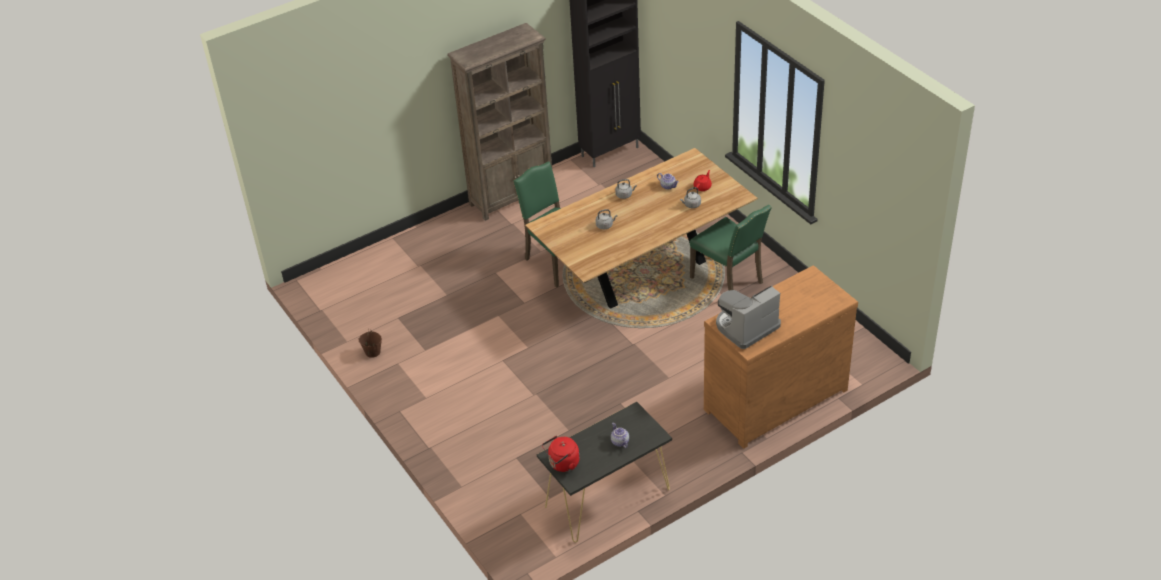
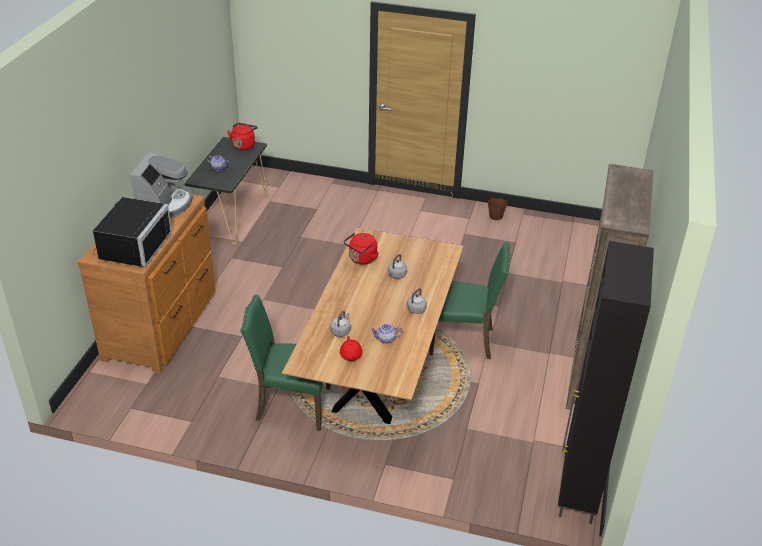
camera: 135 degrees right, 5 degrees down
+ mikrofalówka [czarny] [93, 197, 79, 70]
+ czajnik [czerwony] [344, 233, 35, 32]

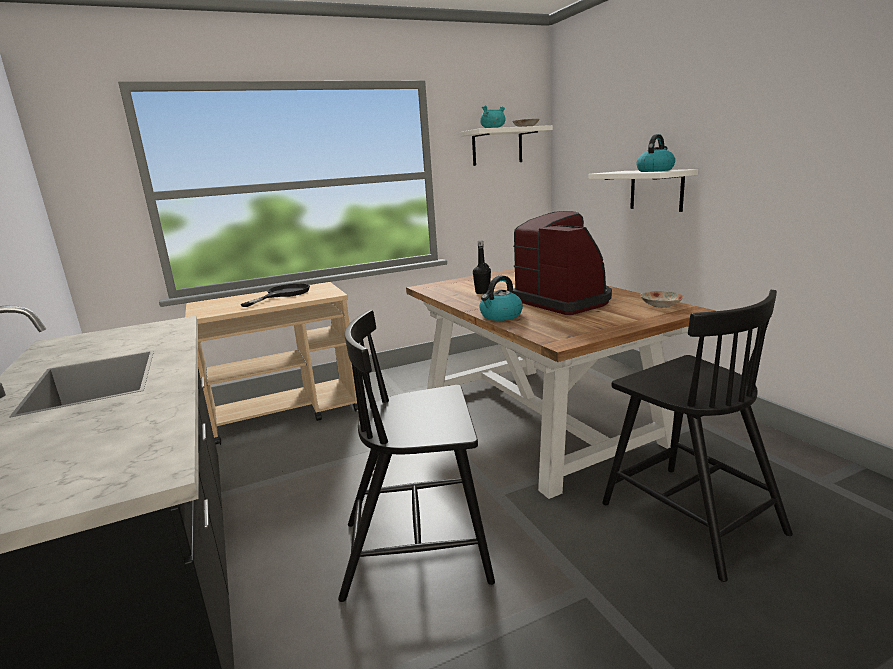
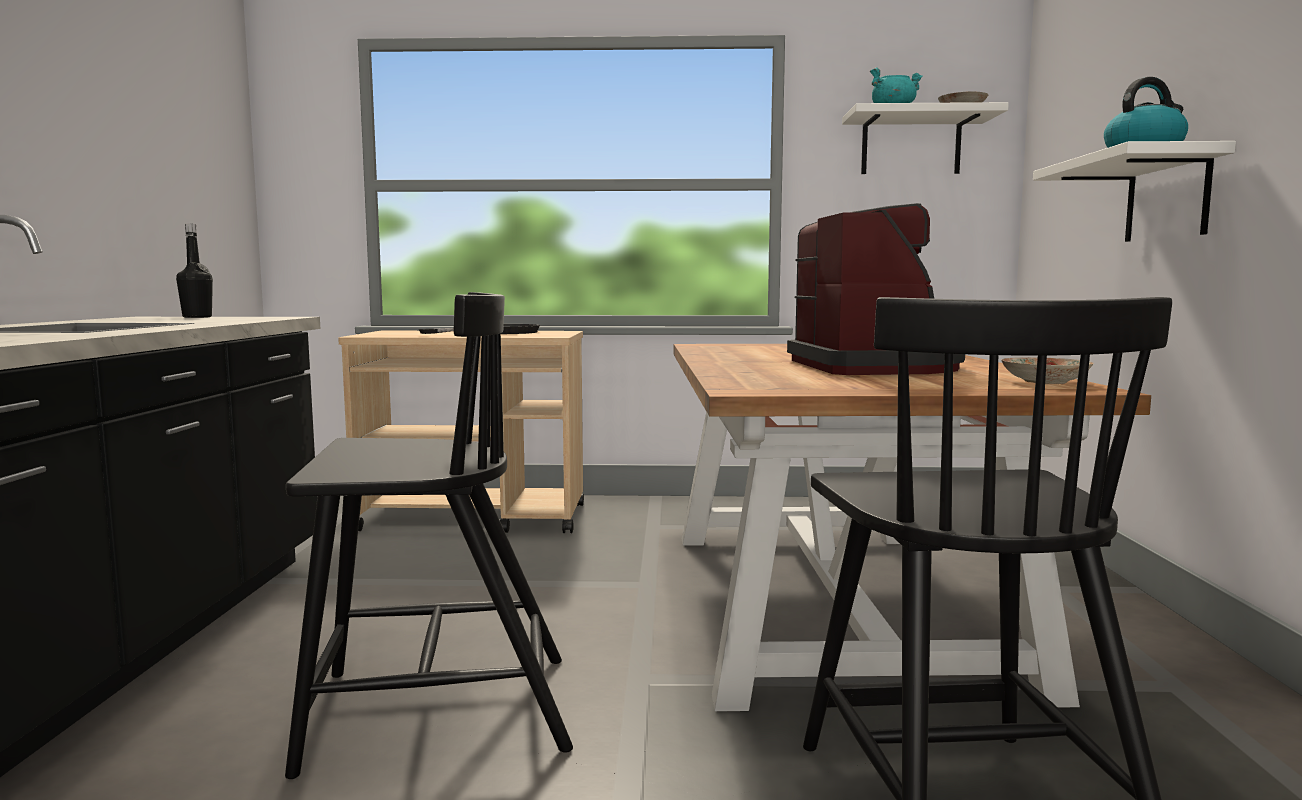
camera: 25 degrees right, 10 degrees down
~ butelka [czarny] [473, 241, 18, 53] to [176, 224, 37, 94]
- czajnik [480, 275, 43, 46]
~ krzesło [czarny] [338, 310, 157, 292] = [285, 292, 288, 487] 150 degrees clockwise

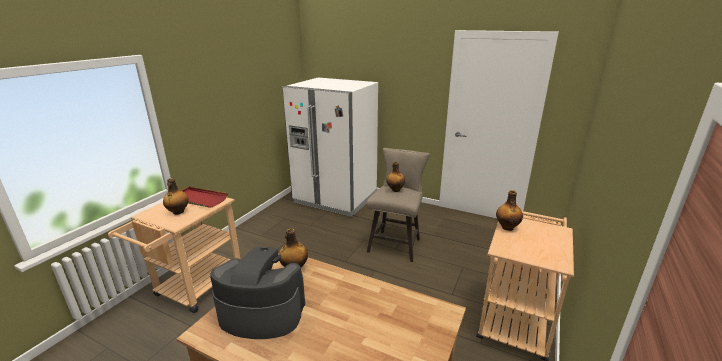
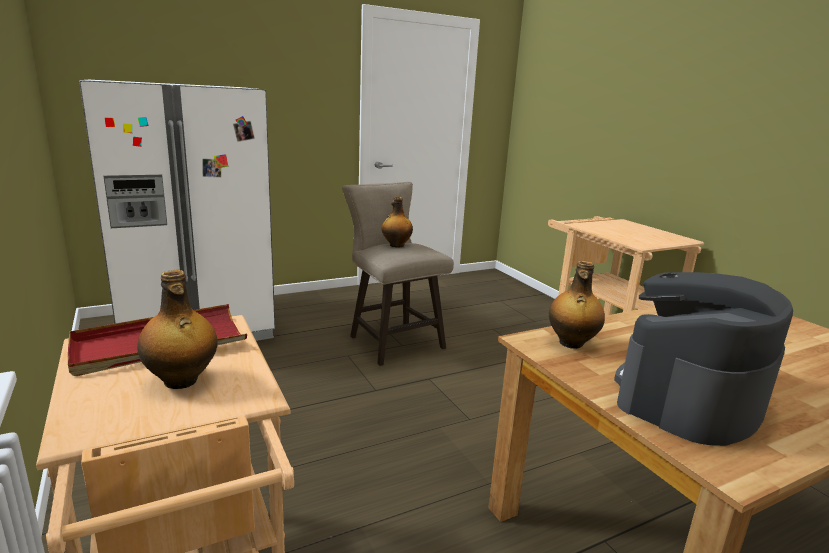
camera: 55 degrees left, 5 degrees down
- butelka [496, 190, 27, 41]

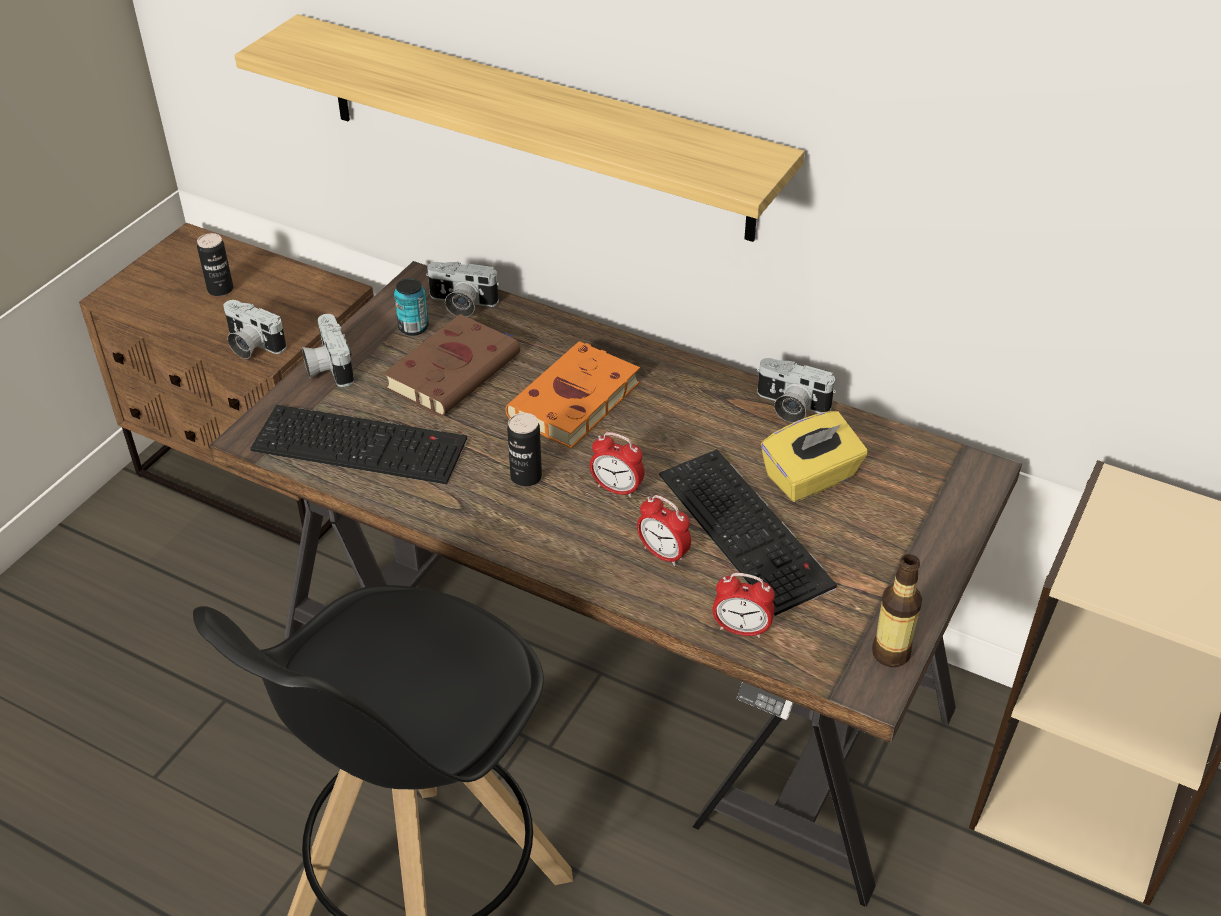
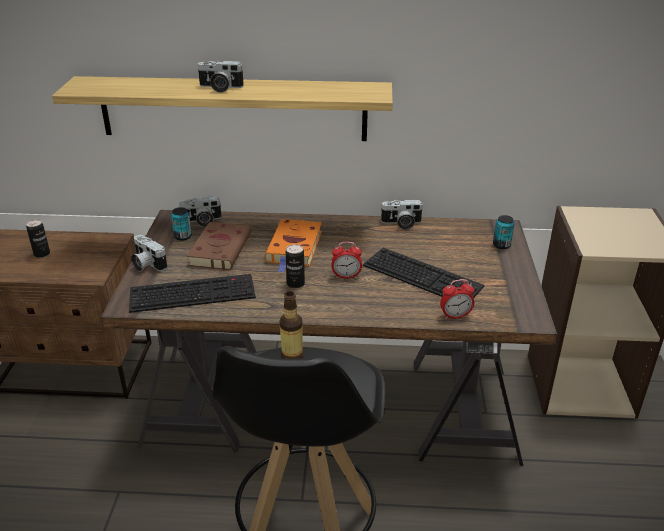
camera: 25 degrees left, 10 degrees down
~ aparat fotograficzny [223, 300, 64, 59] to [197, 61, 47, 32]
- pudełko chusteczek [żółty] [761, 411, 107, 91]
- budzik [637, 495, 54, 71]
~ butelka [872, 554, 50, 113] to [279, 292, 25, 67]
+ puszka [493, 215, 21, 34]

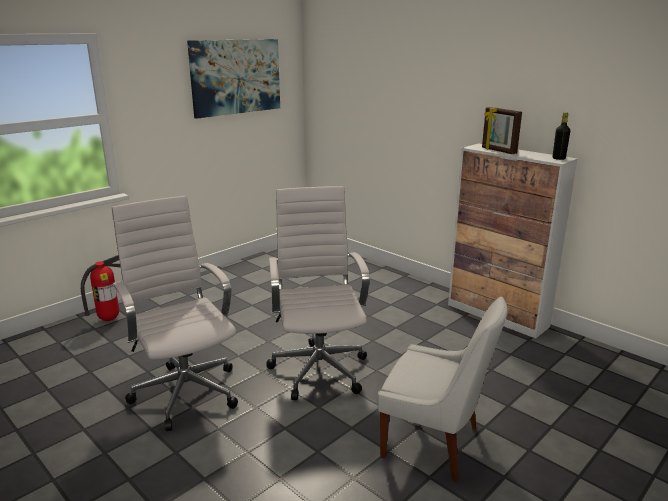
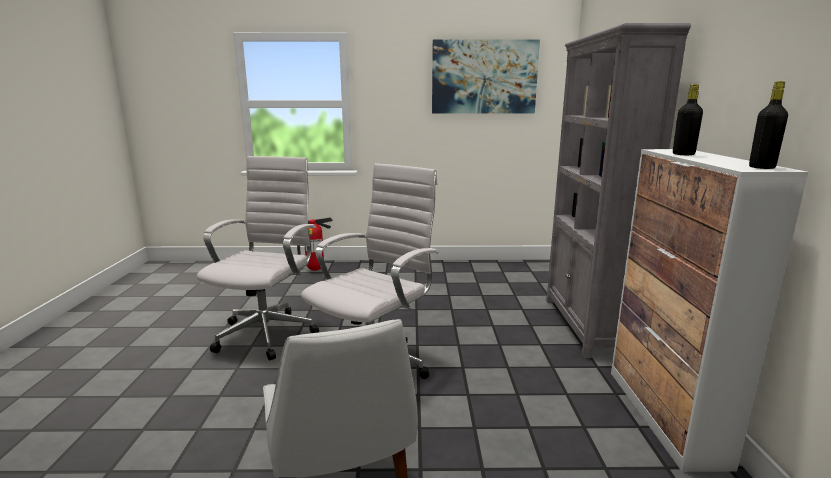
camera: 45 degrees right, 5 degrees down
~ ramka na zdjęcie [482, 107, 40, 47] to butelka [czarny] [673, 84, 30, 71]
+ regał [szary] [546, 23, 145, 335]

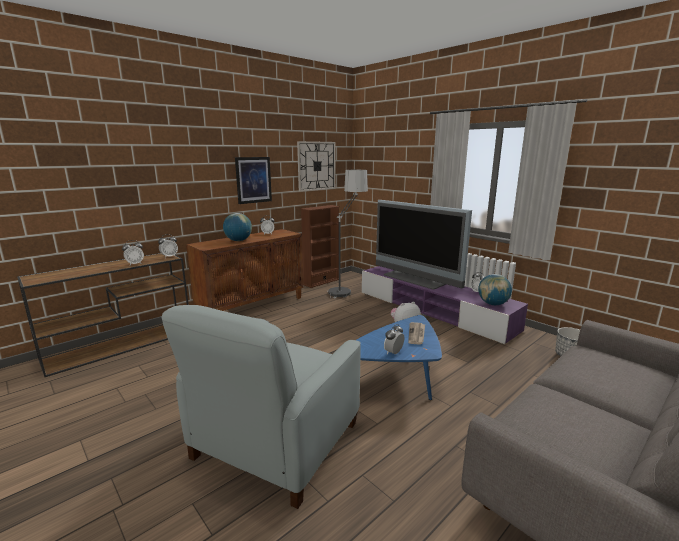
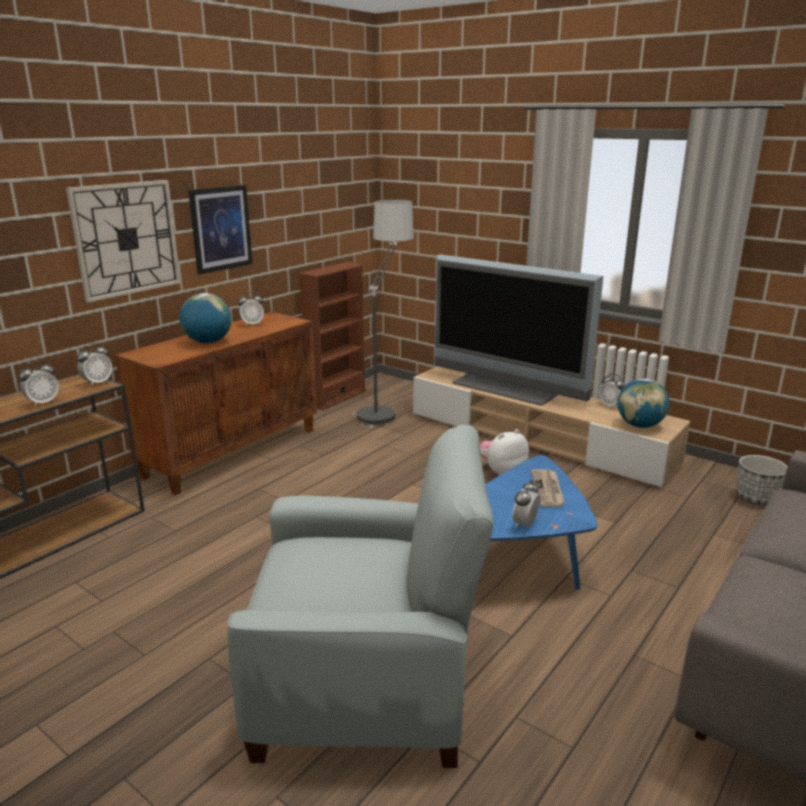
camera: 10 degrees left, 5 degrees up
~ zegar ścienny [297, 141, 39, 51] to [66, 180, 115, 122]
~ szafka pod telewizor [fioletowy] [362, 266, 166, 79] to szafka pod telewizor [beżowy] [413, 366, 278, 122]
~ fotel [szary] [161, 305, 200, 204] = [227, 425, 267, 343] 105 degrees counterclockwise

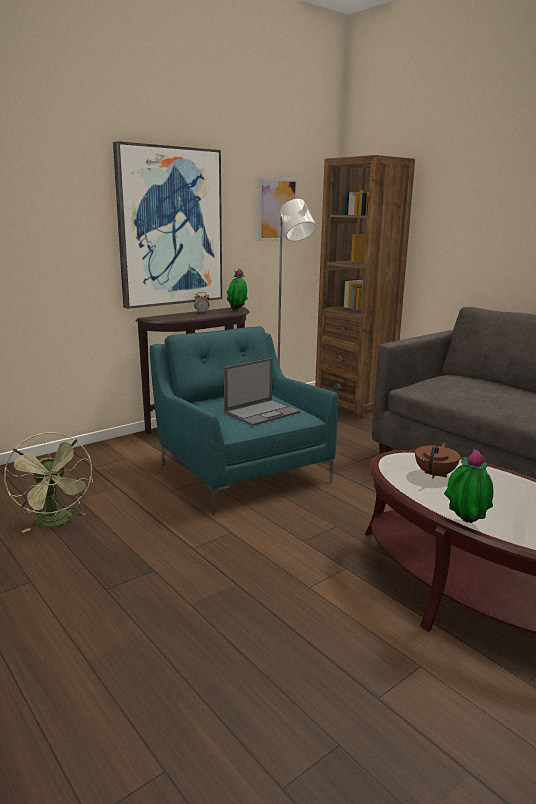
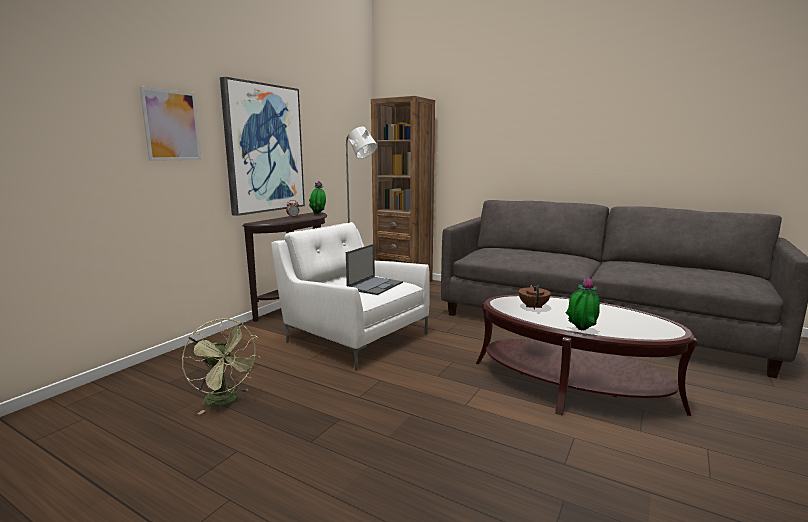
camera: 20 degrees left, 5 degrees down
~ obraz [258, 177, 40, 64] to [139, 86, 63, 75]
~ fotel [turkusowy] [150, 326, 188, 189] to fotel [biały] [271, 222, 159, 149]

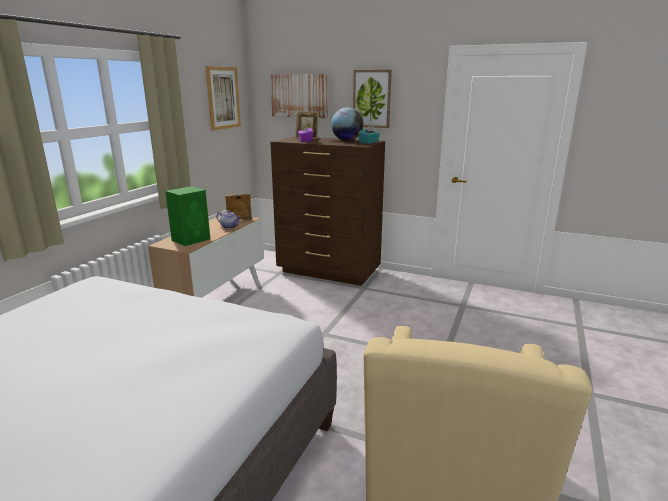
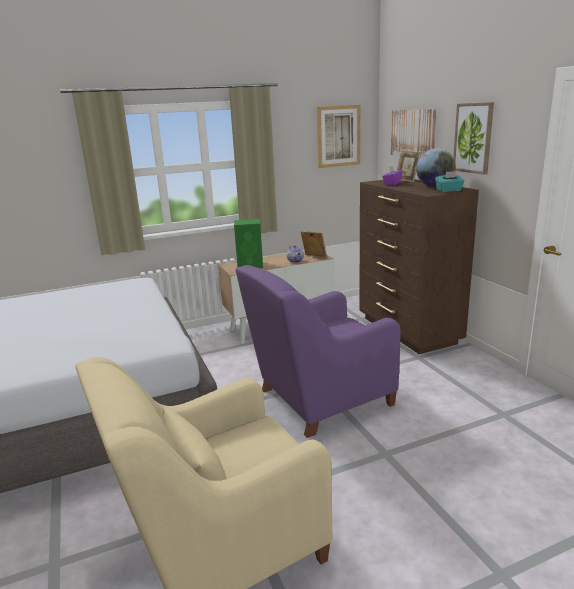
camera: 45 degrees right, 0 degrees up
+ fotel [fioletowy] [235, 265, 166, 173]

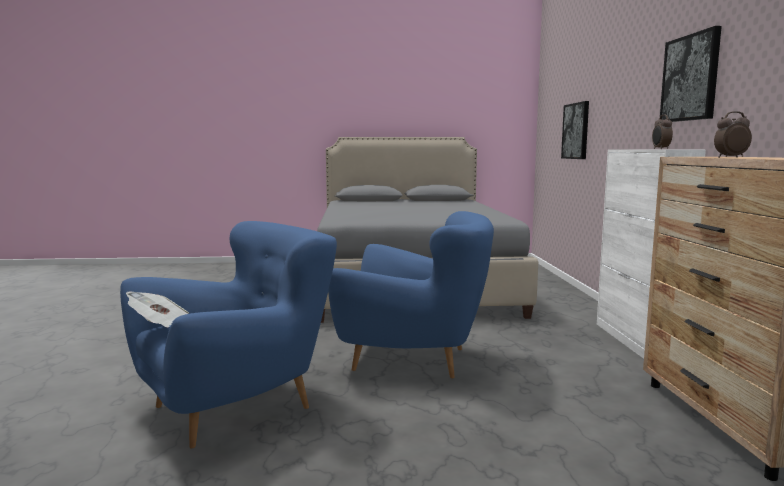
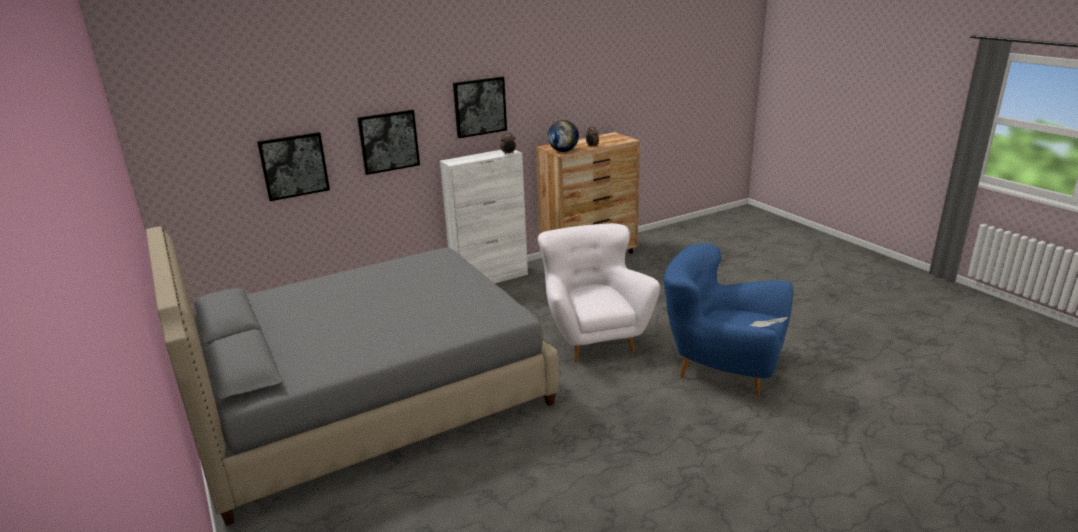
camera: 115 degrees left, 15 degrees up
~ fotel [niebieski] [328, 211, 166, 167] to fotel [biały] [538, 223, 122, 139]
+ obraz [357, 110, 63, 65]
+ globus [548, 120, 31, 32]

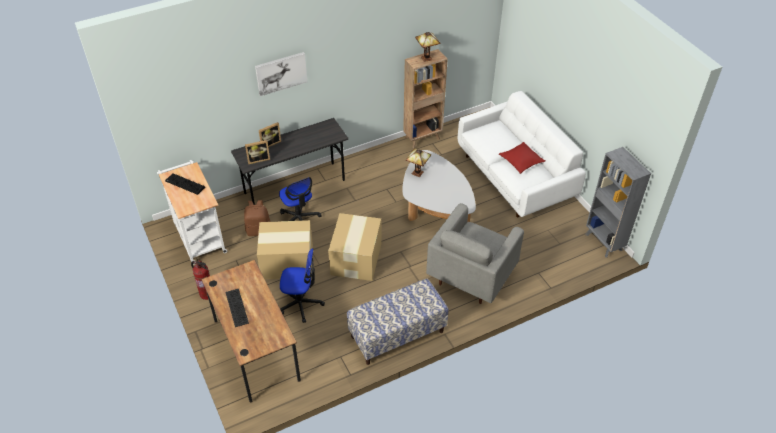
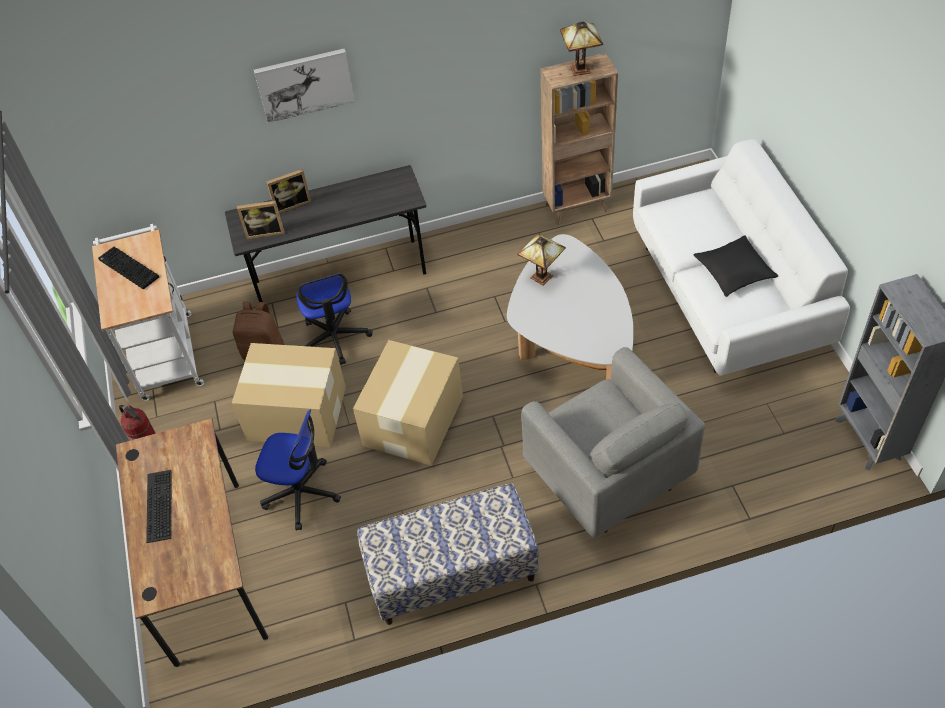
camera: 15 degrees right, 5 degrees up
~ poduszka [czerwony] [499, 142, 46, 32] to poduszka [czarny] [694, 235, 84, 62]
~ fotel [szary] [426, 203, 98, 101] = [521, 347, 184, 191] 75 degrees counterclockwise

